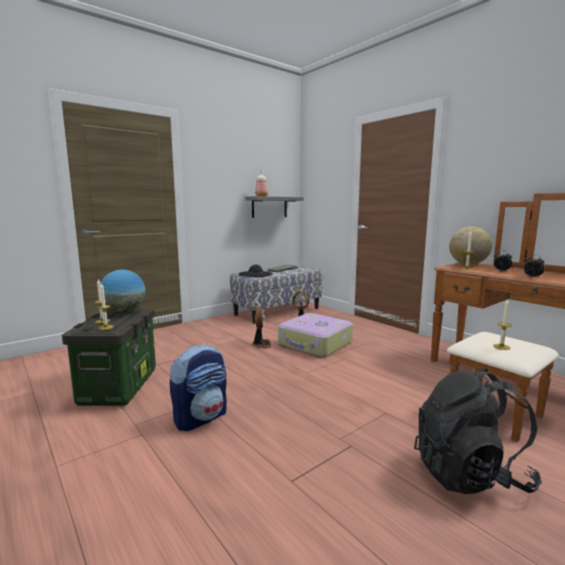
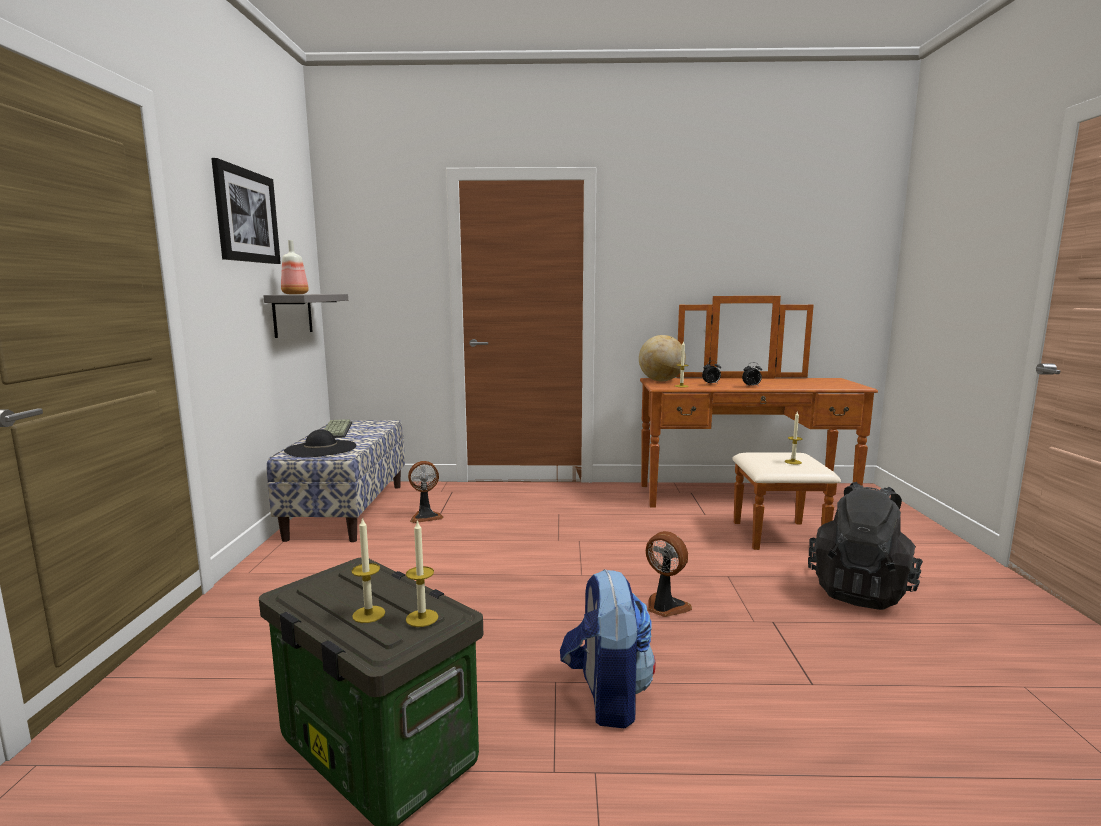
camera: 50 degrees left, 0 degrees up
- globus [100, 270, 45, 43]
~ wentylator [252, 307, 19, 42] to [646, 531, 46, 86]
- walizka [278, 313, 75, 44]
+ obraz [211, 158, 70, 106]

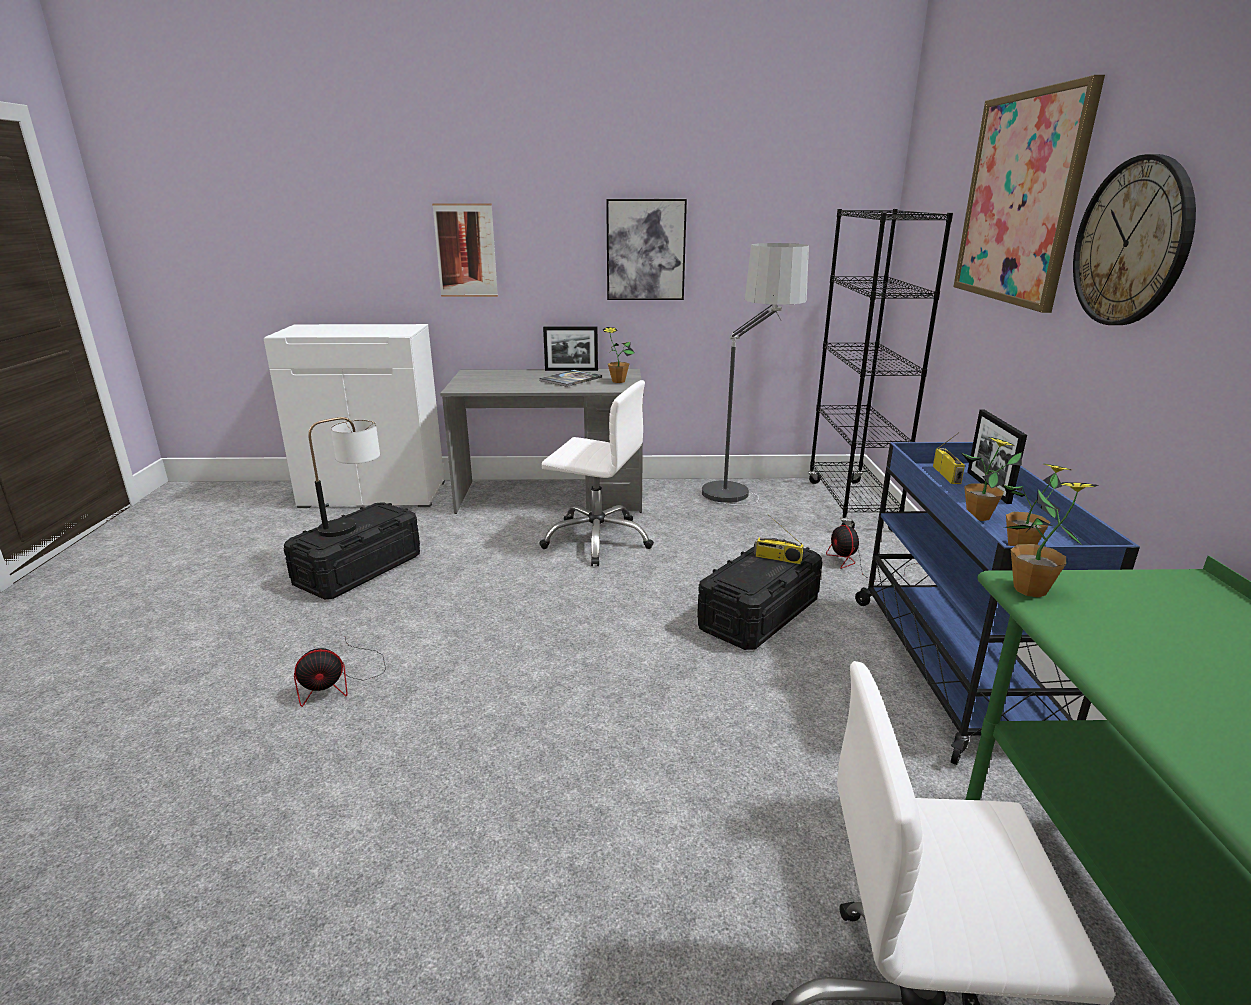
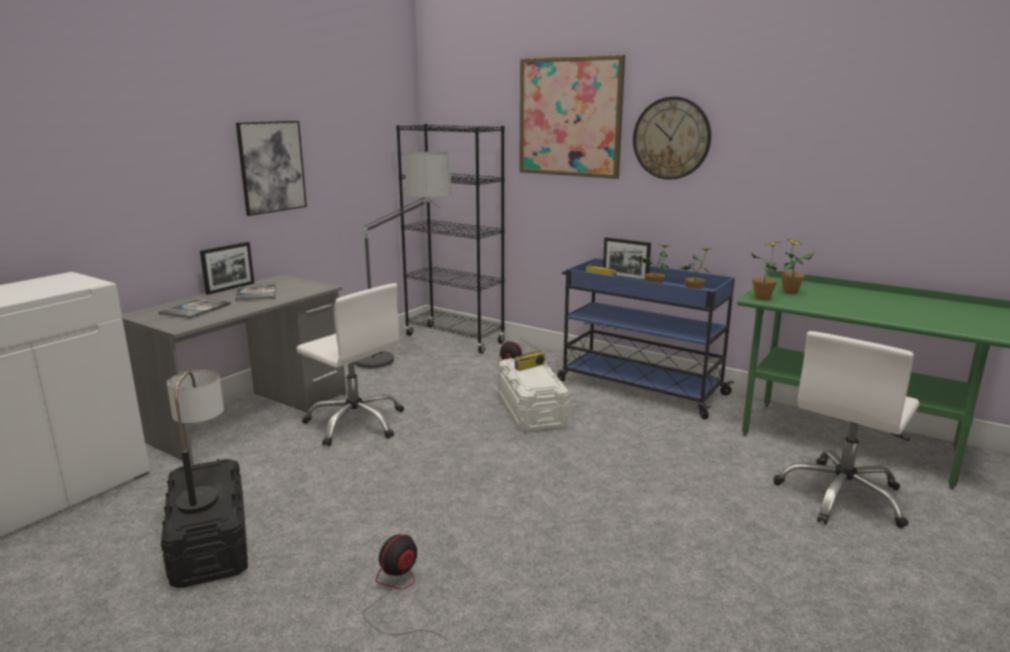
camera: 55 degrees left, 5 degrees down
- obraz [432, 203, 66, 94]
~ roślina doniczkowa [603, 327, 32, 56] to [781, 239, 33, 55]
~ krzesło biurowe [biały] [539, 380, 115, 186] = [296, 283, 108, 163] 75 degrees clockwise
~ pojemnik do przechowywania [czarny] [697, 538, 125, 112] to pojemnik do przechowywania [biały] [498, 358, 71, 74]
~ wentylator [294, 638, 92, 69] = [363, 534, 85, 107] 150 degrees counterclockwise
+ książka [159, 298, 72, 21]

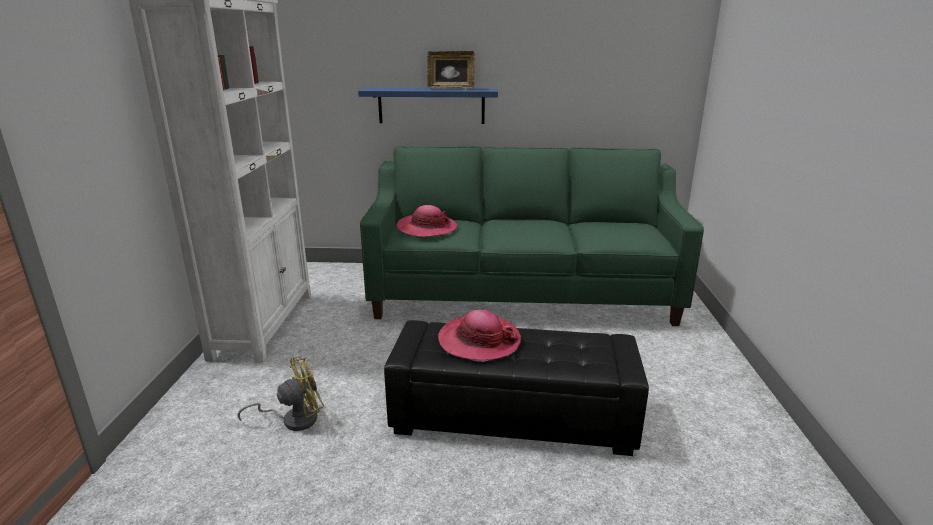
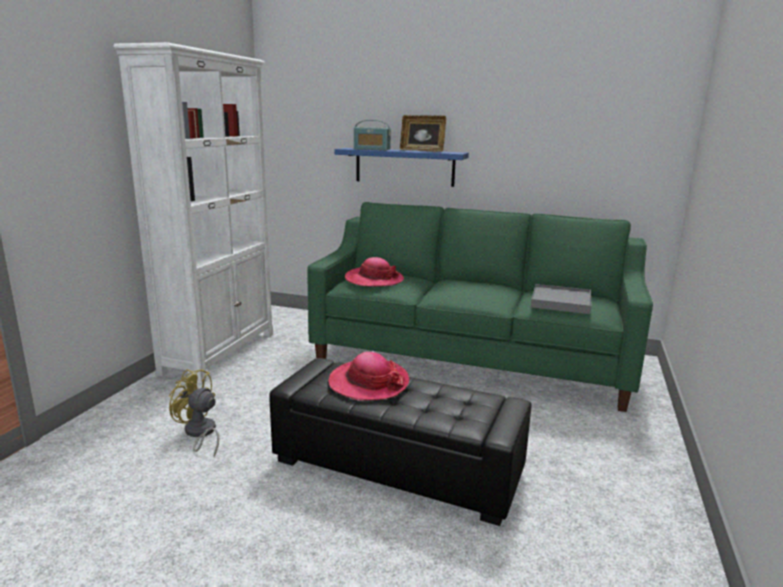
camera: 15 degrees right, 5 degrees down
~ wentylator [żółty] [238, 357, 86, 74] = [169, 369, 50, 88] 135 degrees counterclockwise
+ radio [354, 120, 37, 30]
+ taca [szary] [531, 284, 61, 30]

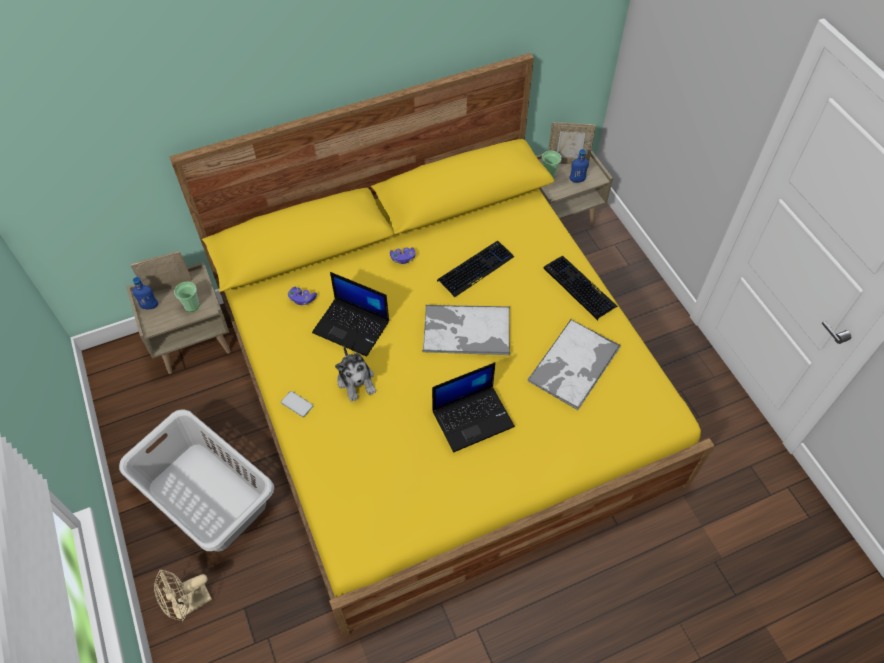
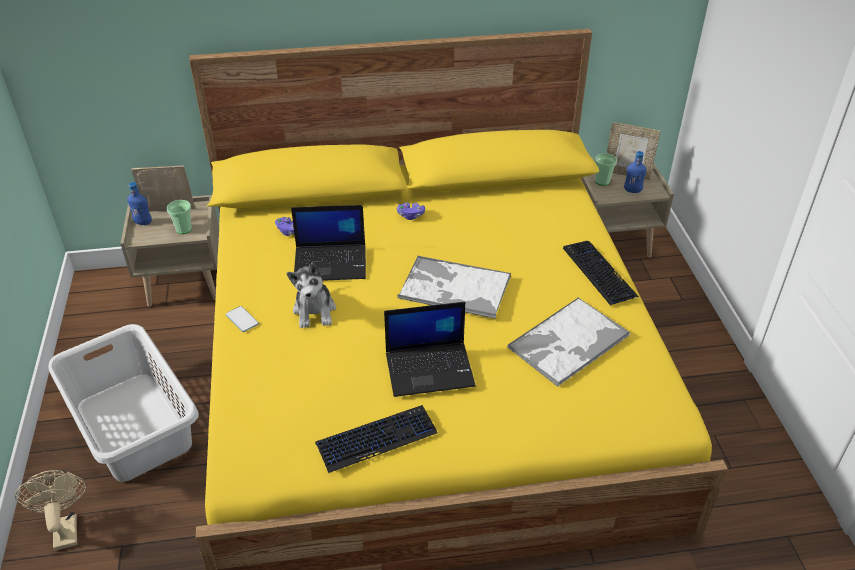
camera: 15 degrees right, 15 degrees down
~ klawiatura [437, 241, 77, 57] to [315, 405, 123, 68]
~ laptop [312, 272, 77, 85] = [291, 205, 75, 76] 45 degrees counterclockwise
~ wentylator [beżowy] [154, 569, 58, 53] = [15, 470, 72, 81] 90 degrees clockwise

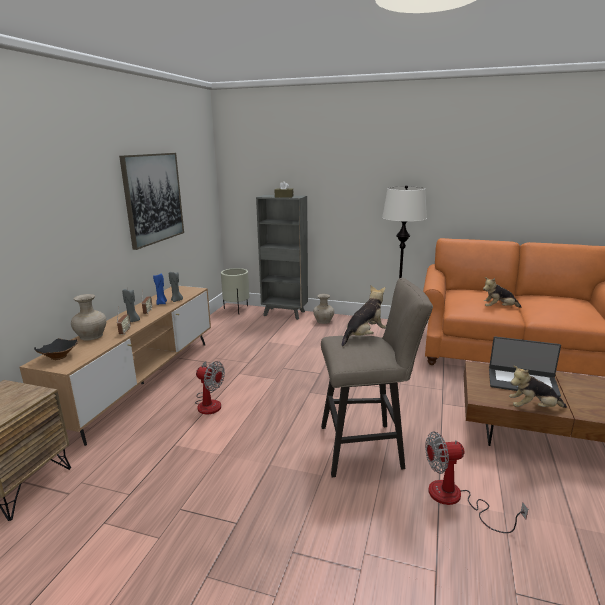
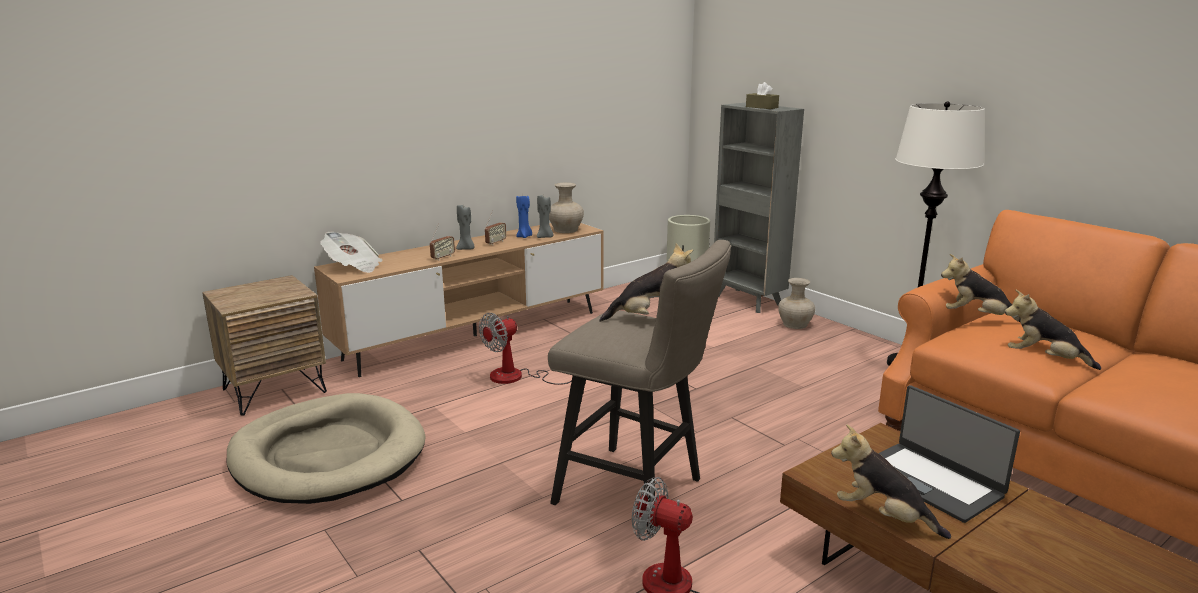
camera: 35 degrees right, 0 degrees up
- obraz [119, 153, 65, 97]
~ wazon [beżowy] [71, 294, 35, 46] to [549, 183, 35, 50]
~ miska [czarny] [34, 338, 44, 22] to gazeta [320, 231, 62, 42]
~ wentylator [195, 361, 30, 53] = [479, 313, 93, 72] 75 degrees clockwise
+ pluszak [941, 254, 80, 69]
+ legowisko [beżowy] [227, 393, 199, 111]

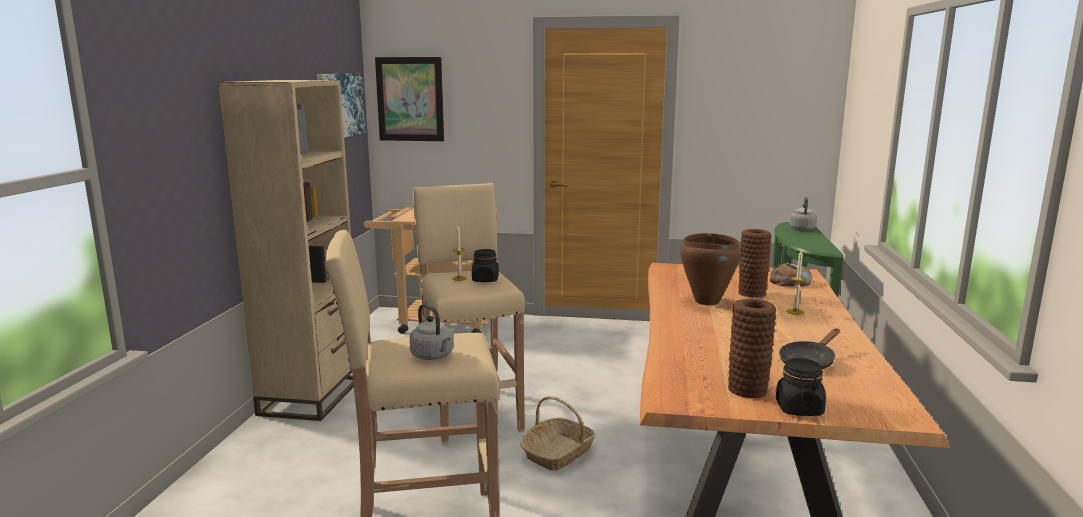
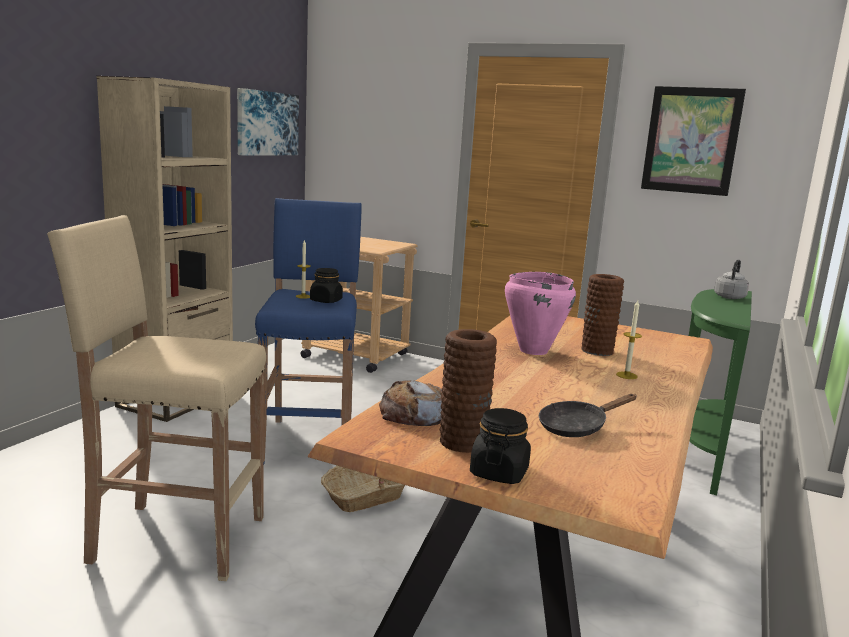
camera: 15 degrees right, 0 degrees up
~ obraz [375, 57, 69, 84] to [641, 86, 105, 110]
~ stołek [beżowy] [413, 183, 112, 262] to stołek [niebieski] [255, 198, 107, 267]
~ garnek [brązowy] [680, 233, 62, 72] to garnek [różowy] [505, 272, 71, 83]
~ chleb [770, 262, 41, 25] to [379, 380, 63, 46]
- czajnik [szary] [409, 304, 45, 56]

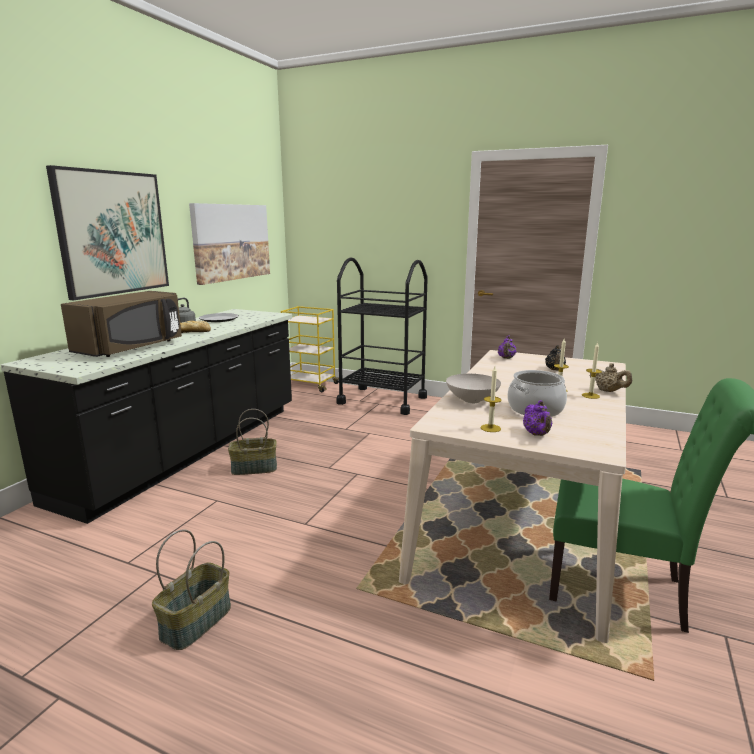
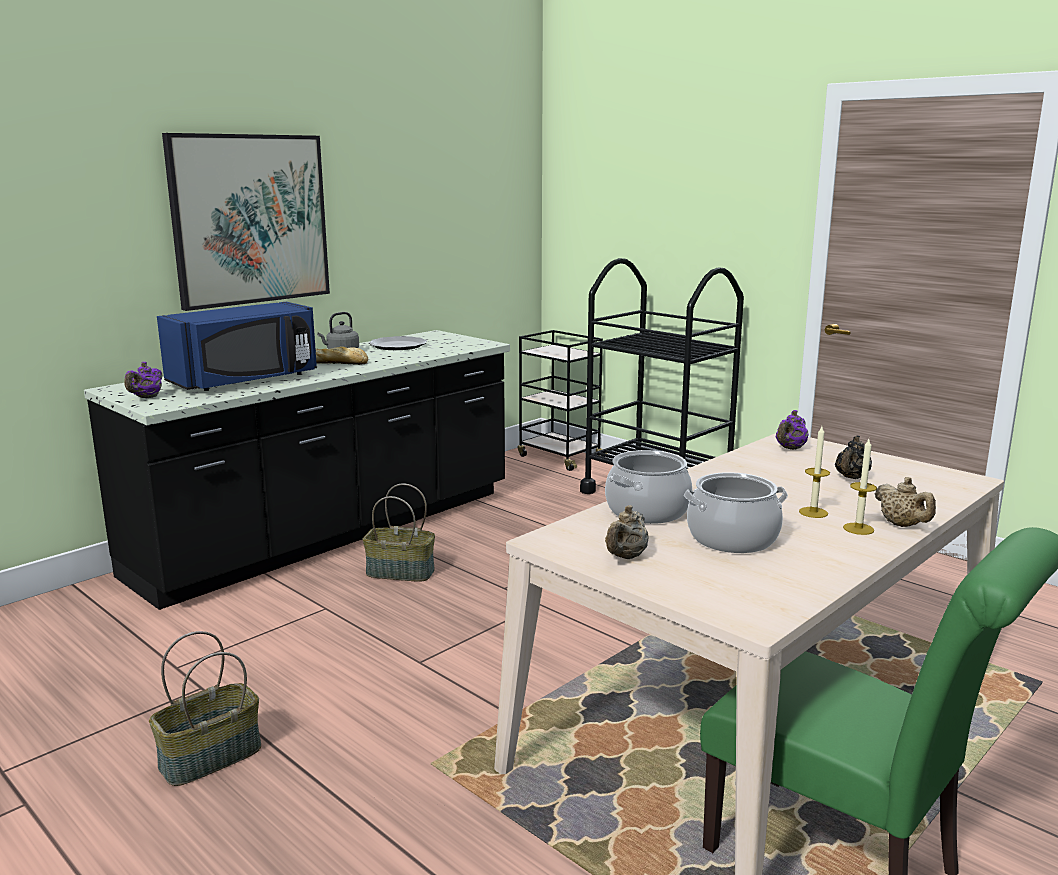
camera: 20 degrees right, 0 degrees up
- obraz [189, 203, 81, 82]
~ mikrofalówka [brązowy] [61, 291, 121, 66] to mikrofalówka [niebieski] [157, 302, 160, 89]
~ wózek [żółty] [281, 306, 58, 86] to wózek [czarny] [518, 330, 90, 141]
~ świeca [481, 366, 21, 66] to imbryk [beżowy] [605, 505, 44, 54]
~ miska [biały] [446, 374, 55, 29] to garnek [605, 450, 87, 74]
~ imbryk [fioletowy] [523, 400, 29, 36] to [125, 362, 38, 36]

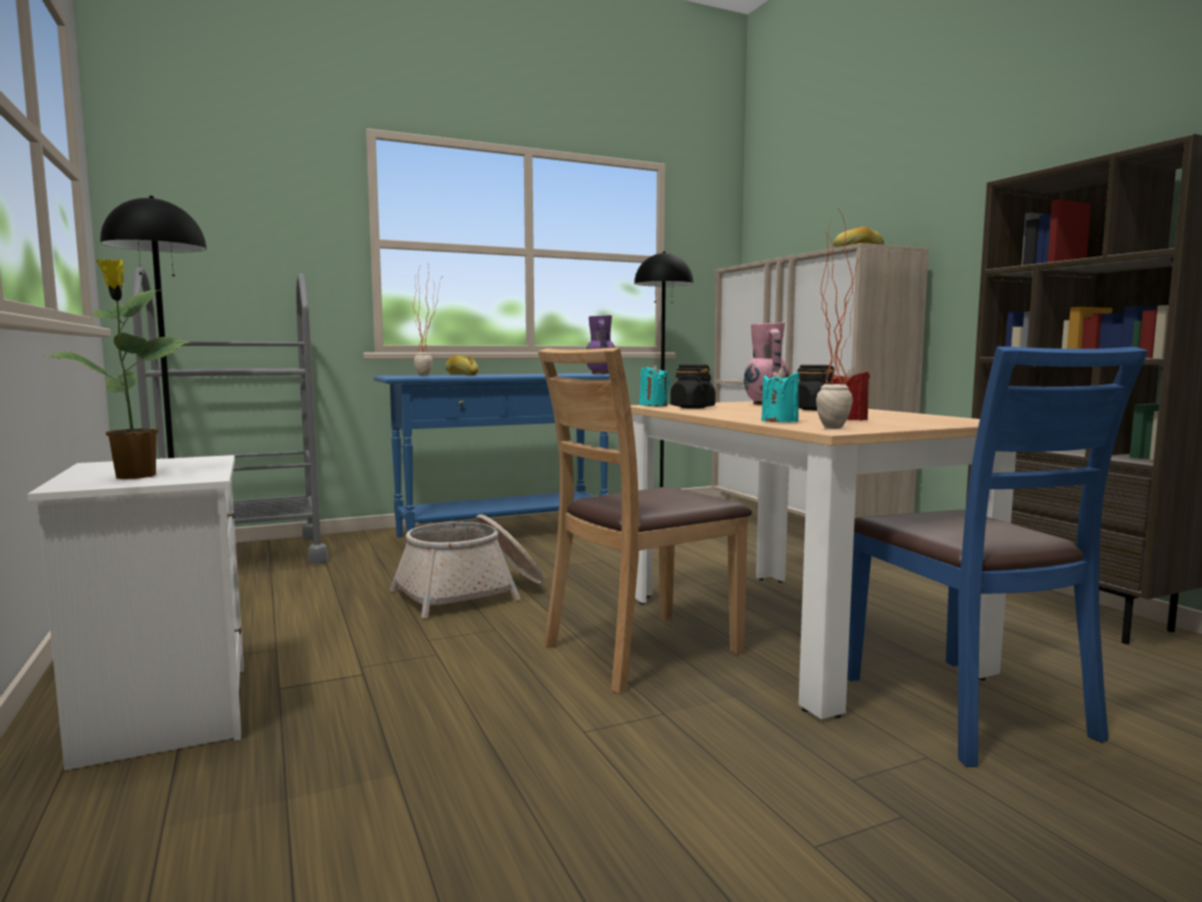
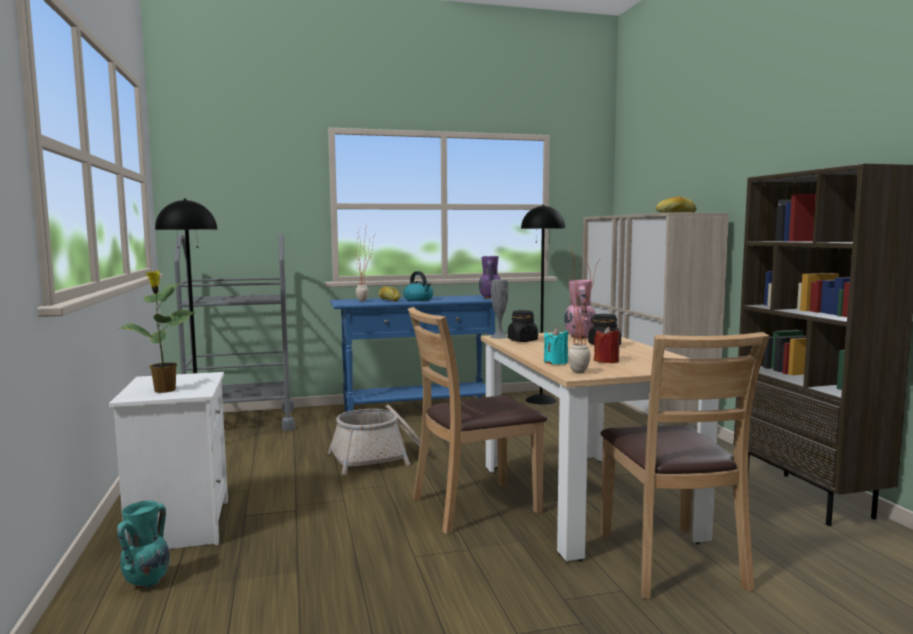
camera: 10 degrees right, 0 degrees up
~ krzesło [niebieski] [847, 347, 302, 420] to krzesło [brązowy] [601, 332, 168, 267]
~ świeca [turkusowy] [639, 364, 31, 43] to wazon [szary] [490, 280, 18, 59]
+ czajnik [403, 271, 30, 30]
+ wazon [turkusowy] [117, 501, 53, 88]

